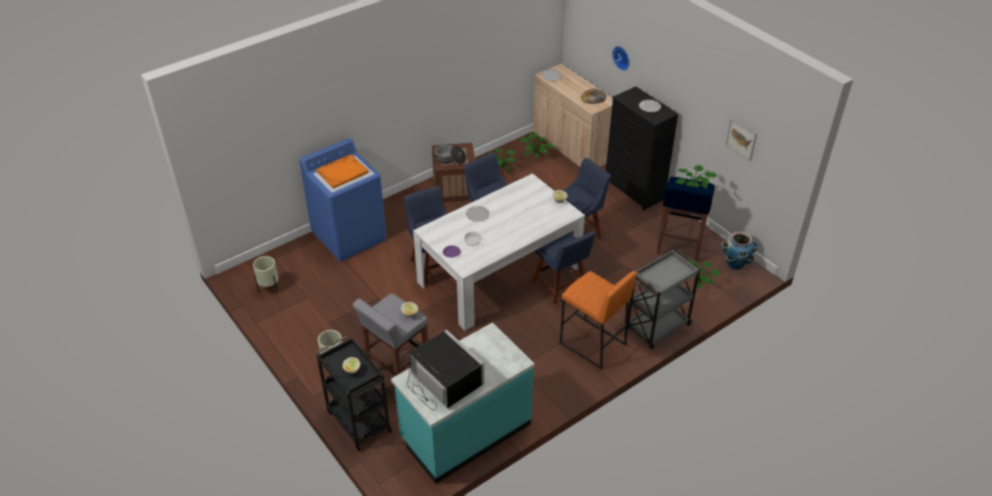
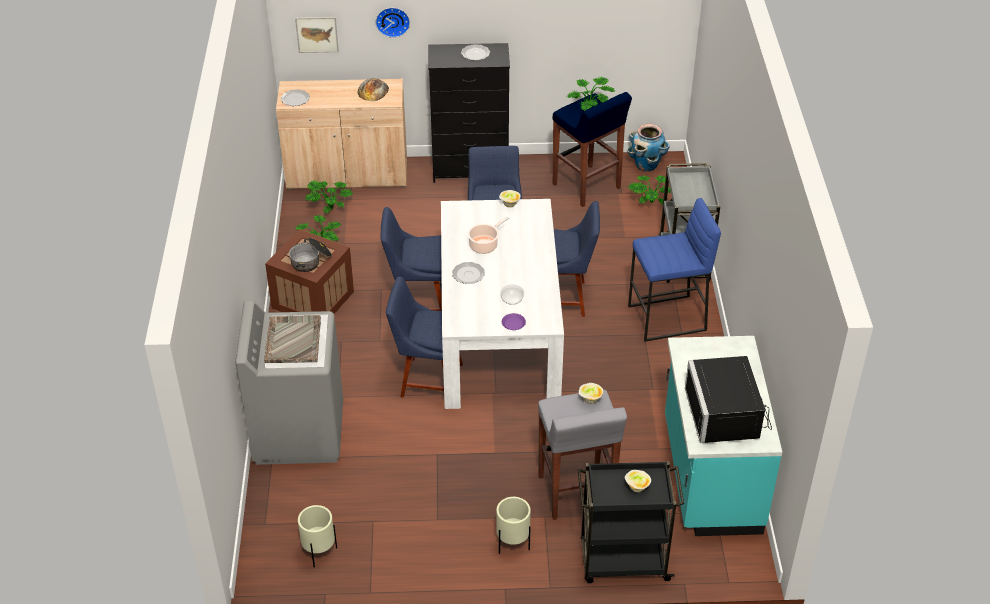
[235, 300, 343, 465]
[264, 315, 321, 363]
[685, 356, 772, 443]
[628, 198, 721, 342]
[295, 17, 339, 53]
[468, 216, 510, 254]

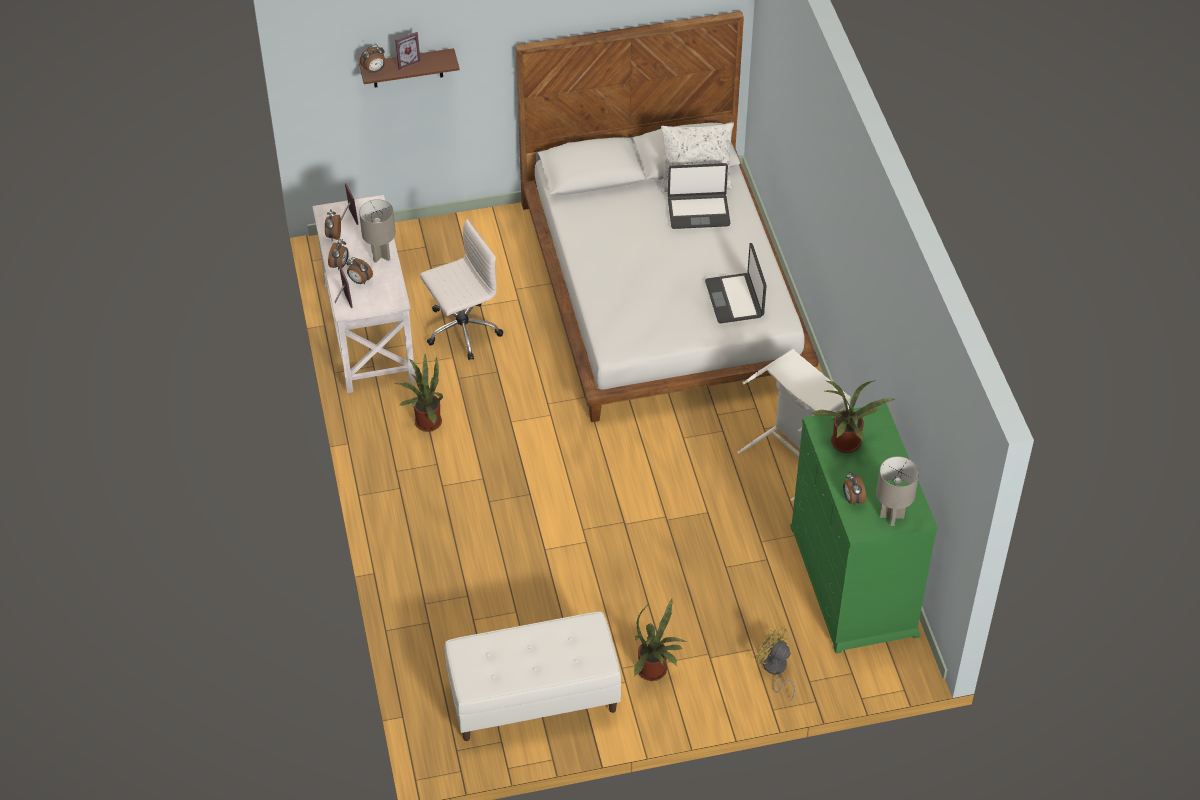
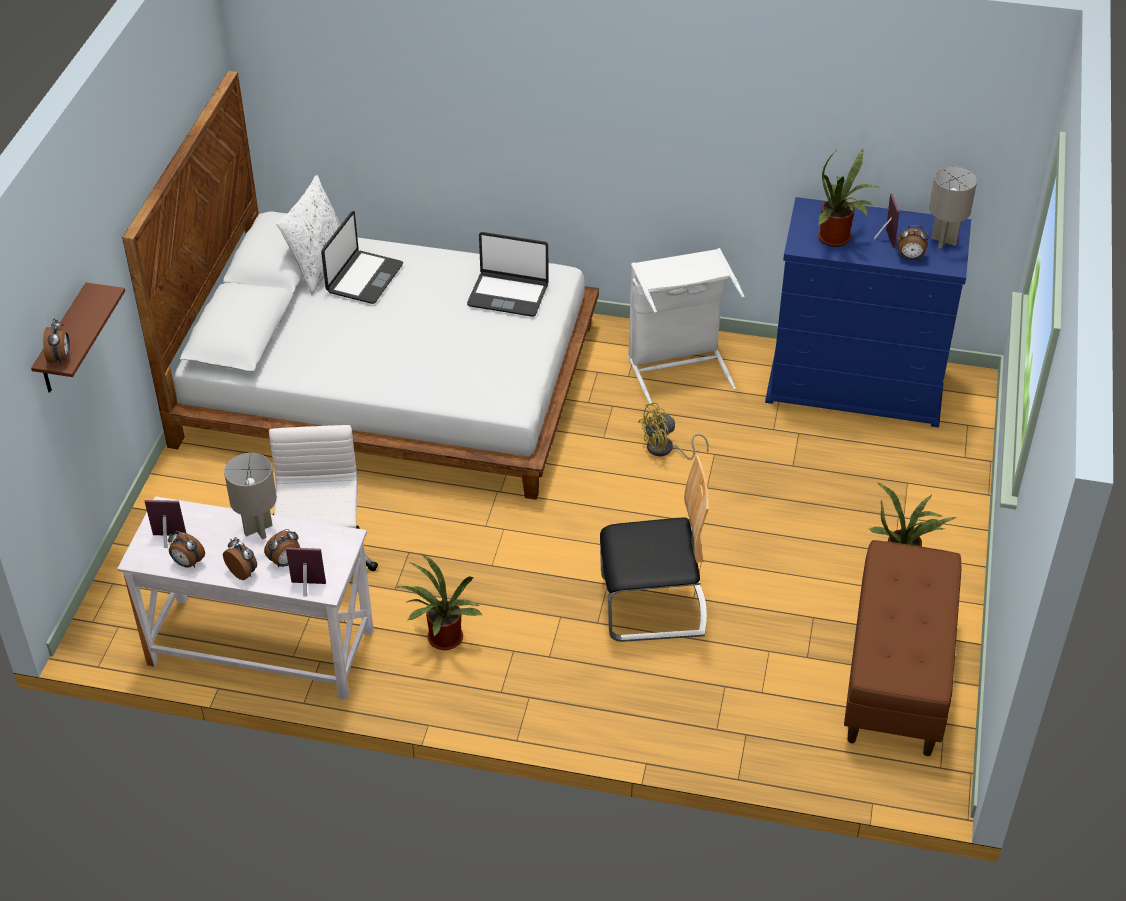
[874, 194, 899, 248]
[844, 540, 962, 756]
[638, 402, 709, 459]
[765, 197, 971, 428]
[600, 455, 709, 642]

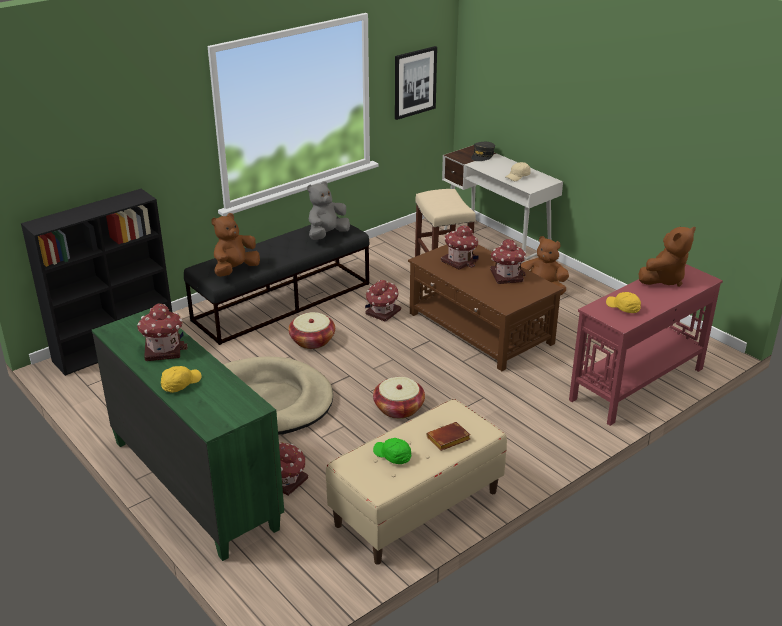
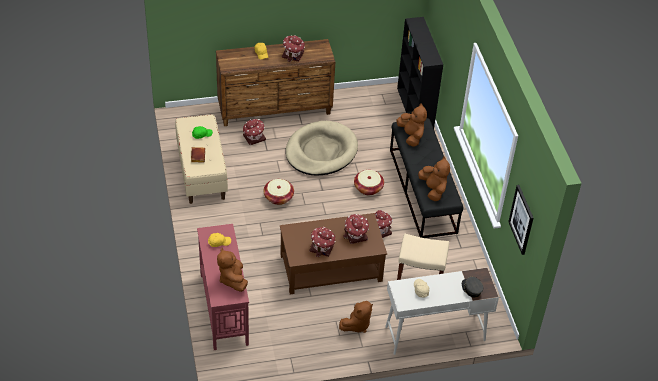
[216, 39, 335, 126]
[418, 157, 450, 201]

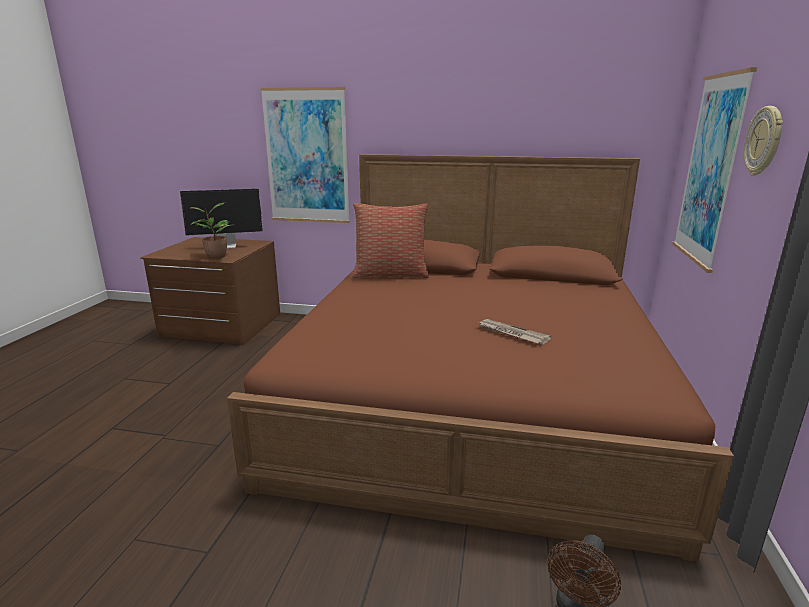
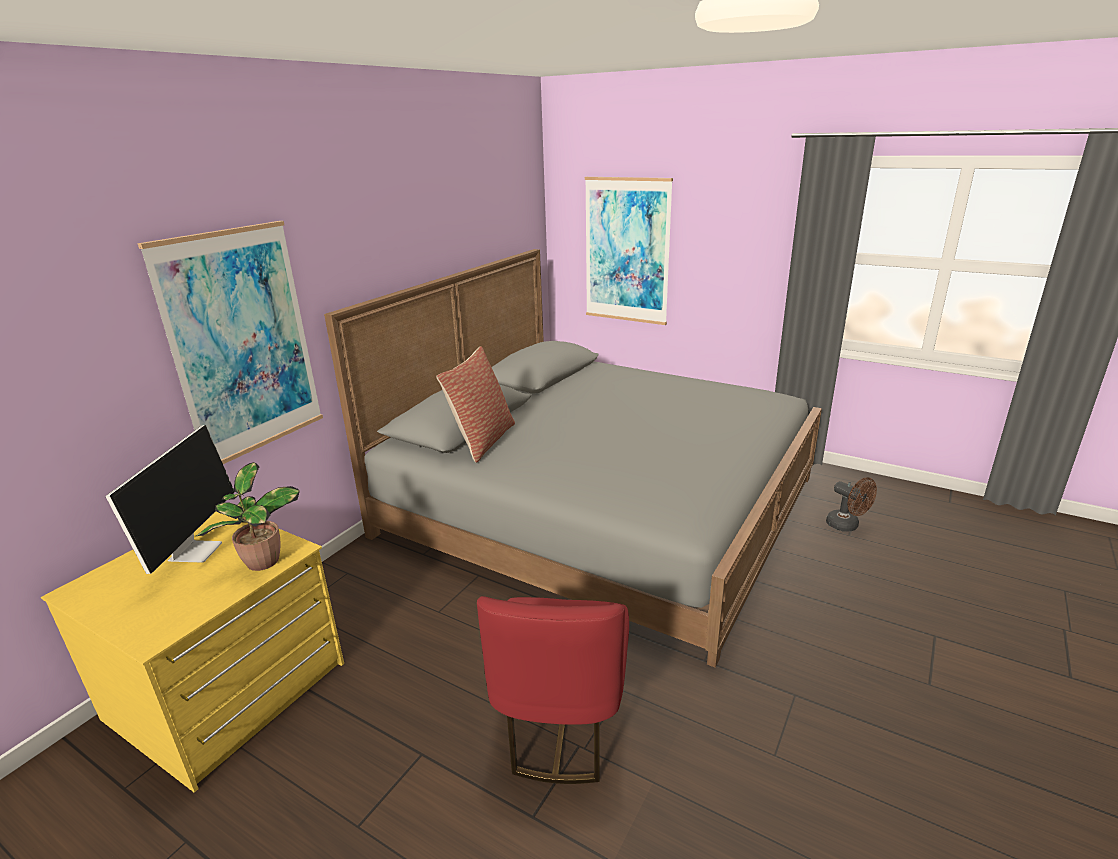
[41, 511, 344, 792]
[324, 249, 822, 668]
[479, 319, 551, 344] (first image)
[744, 106, 783, 176] (first image)
[477, 596, 629, 784]

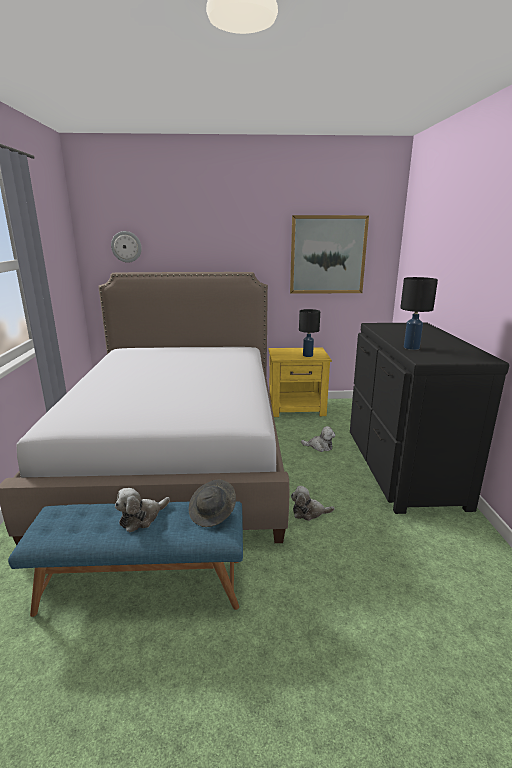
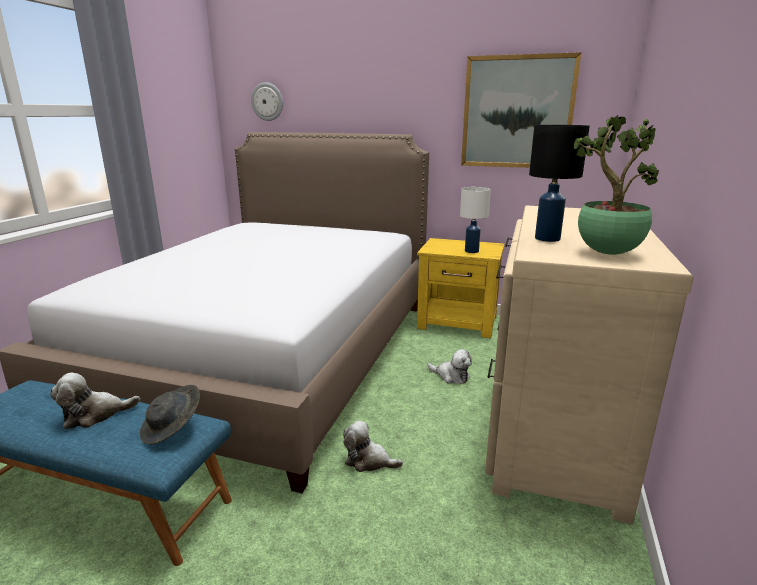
[460, 187, 491, 253]
[485, 205, 694, 524]
[574, 115, 659, 255]

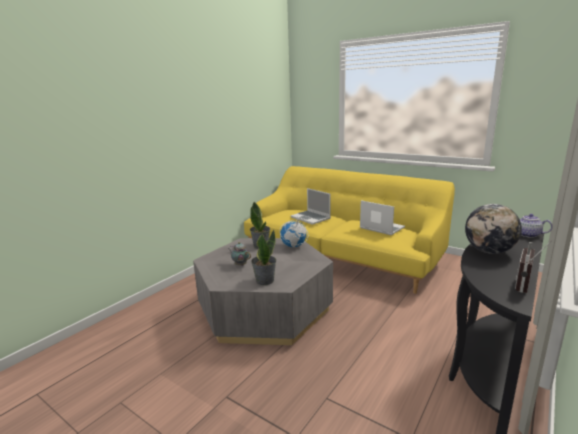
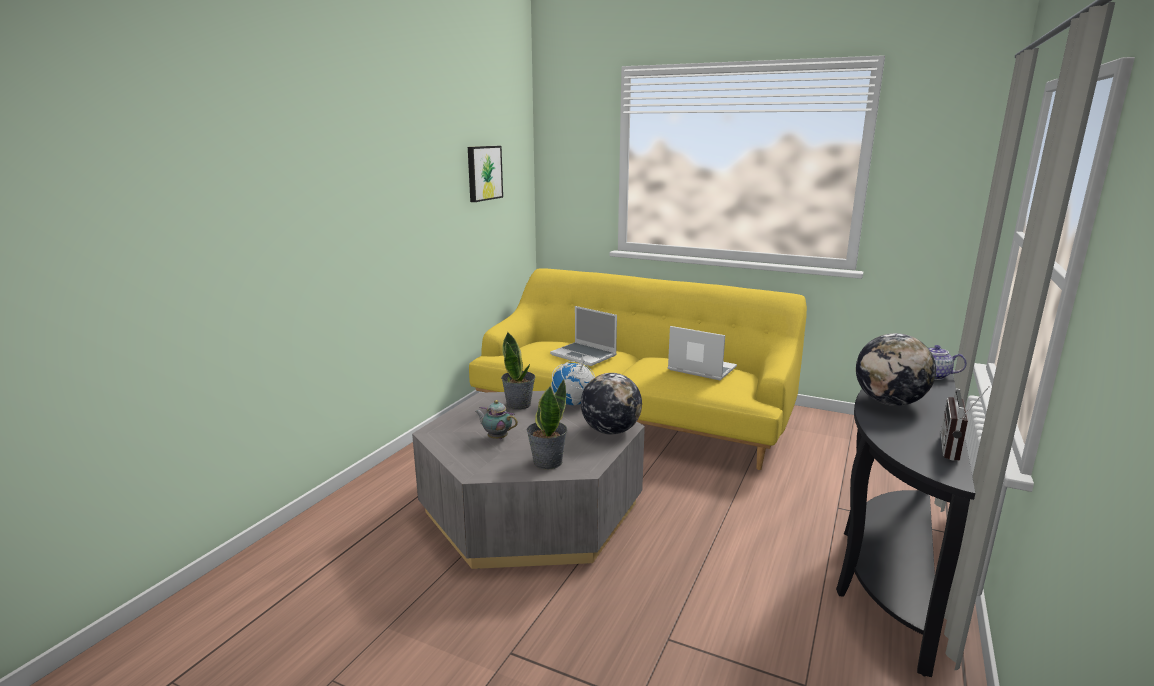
[468, 146, 503, 202]
[581, 373, 642, 435]

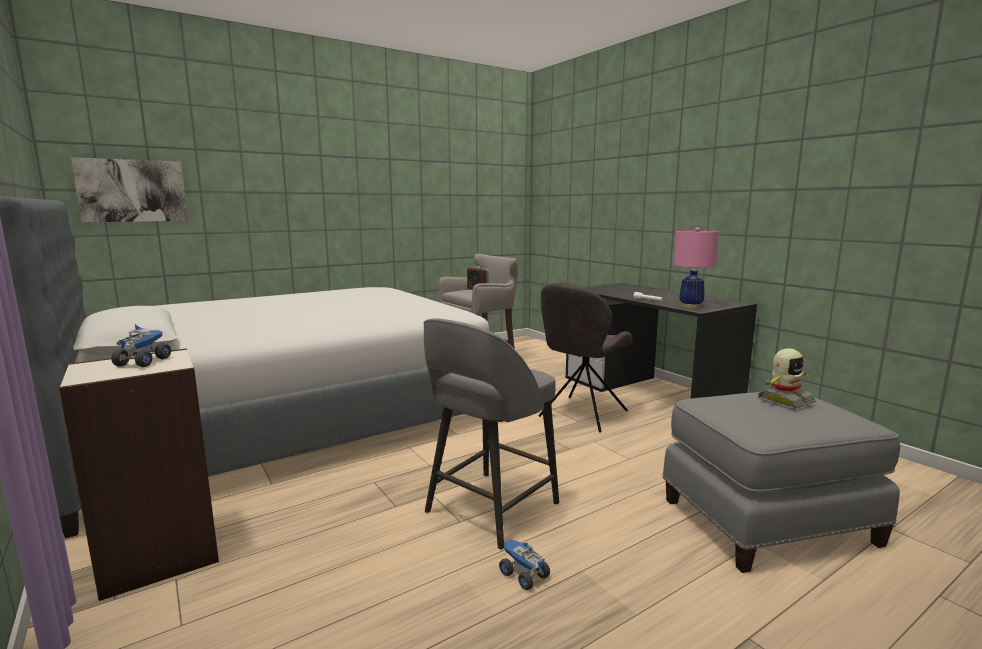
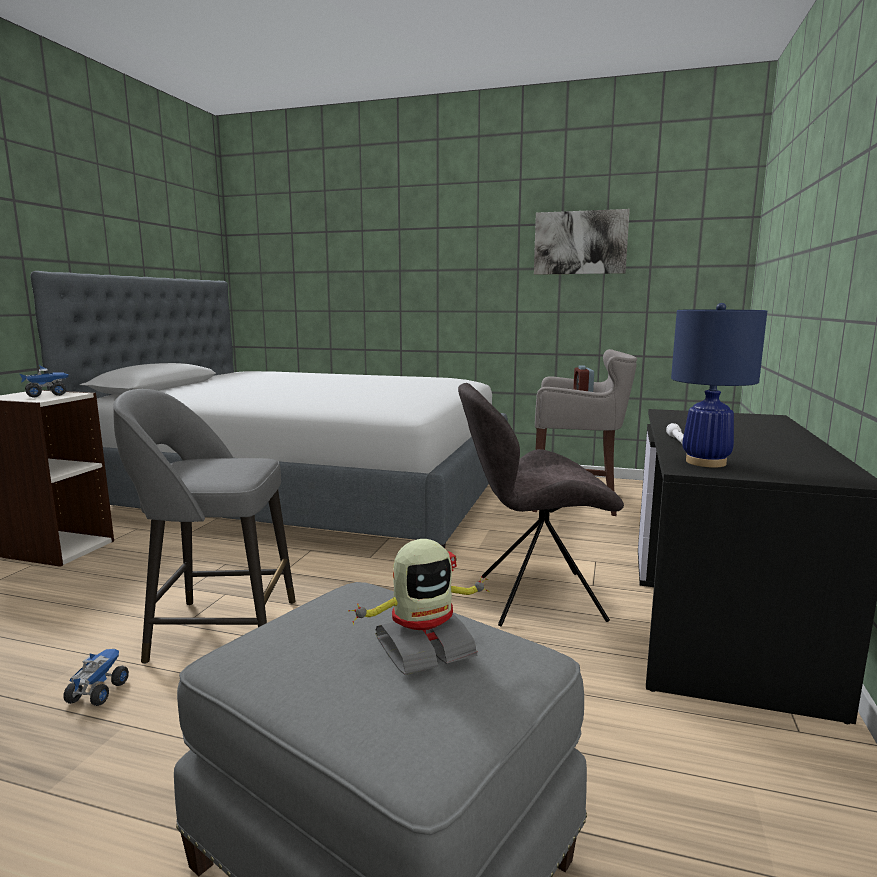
[534, 209, 630, 275]
[671, 303, 767, 467]
[348, 539, 490, 675]

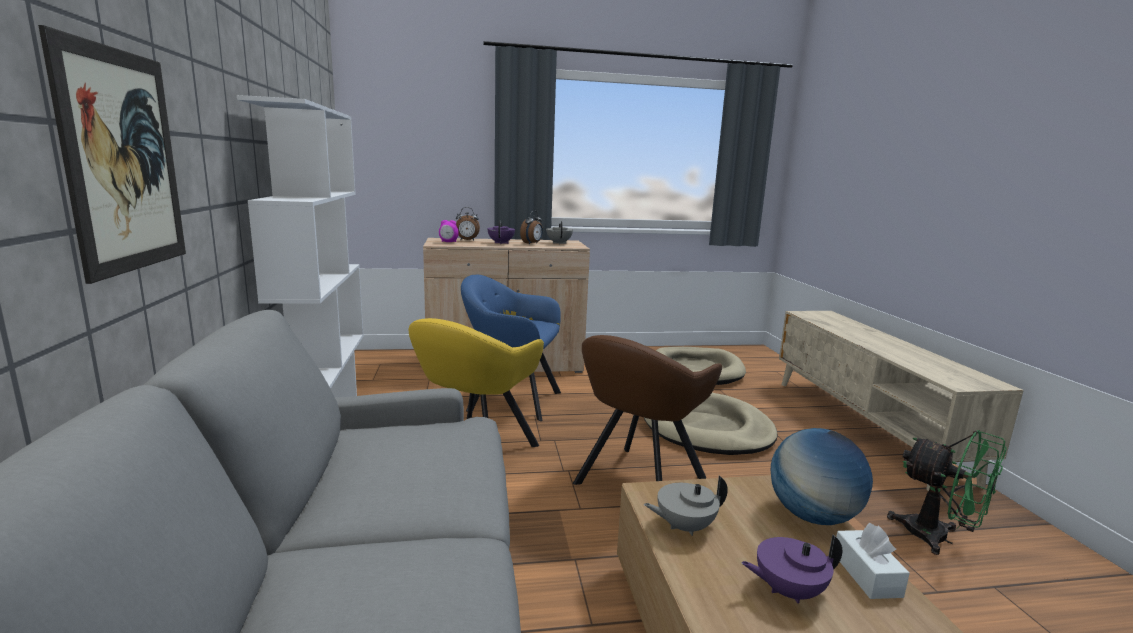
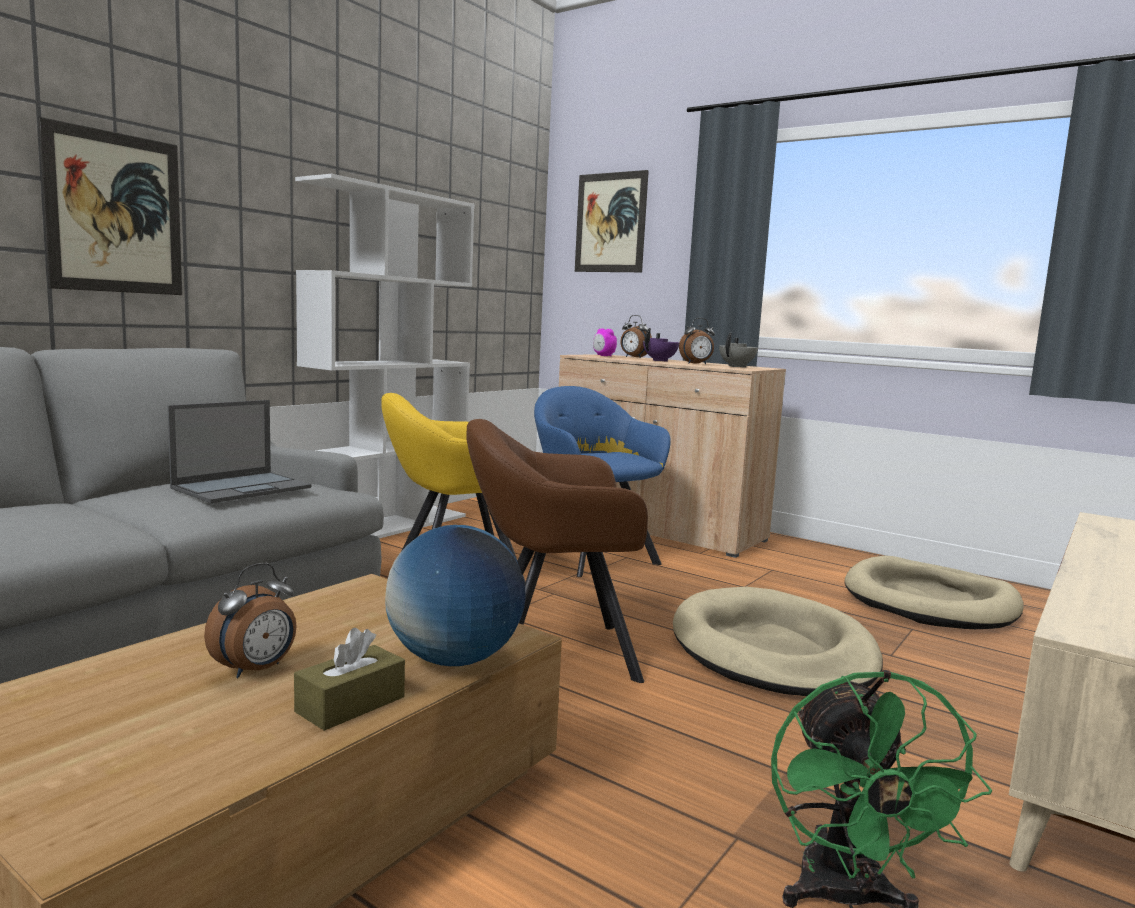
[644, 476, 728, 536] (first image)
[204, 563, 297, 678]
[294, 628, 405, 731]
[167, 400, 311, 503]
[575, 170, 649, 272]

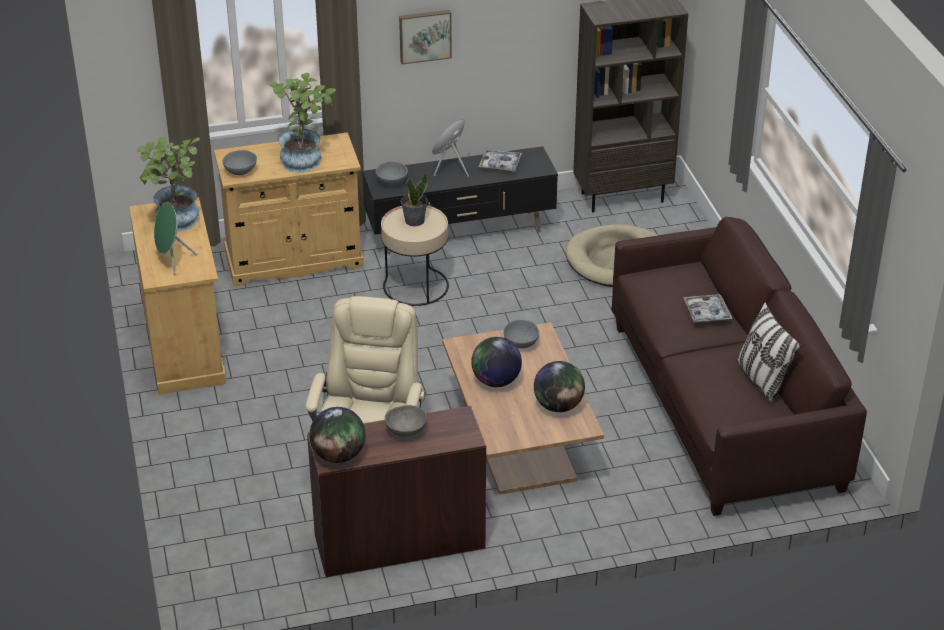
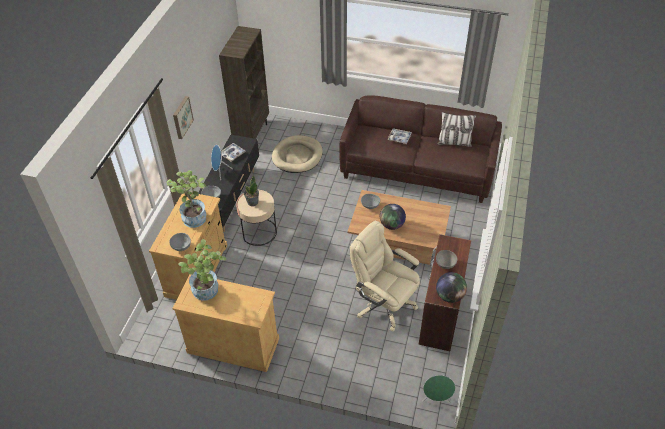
[423, 375, 455, 403]
[534, 361, 585, 412] (first image)

